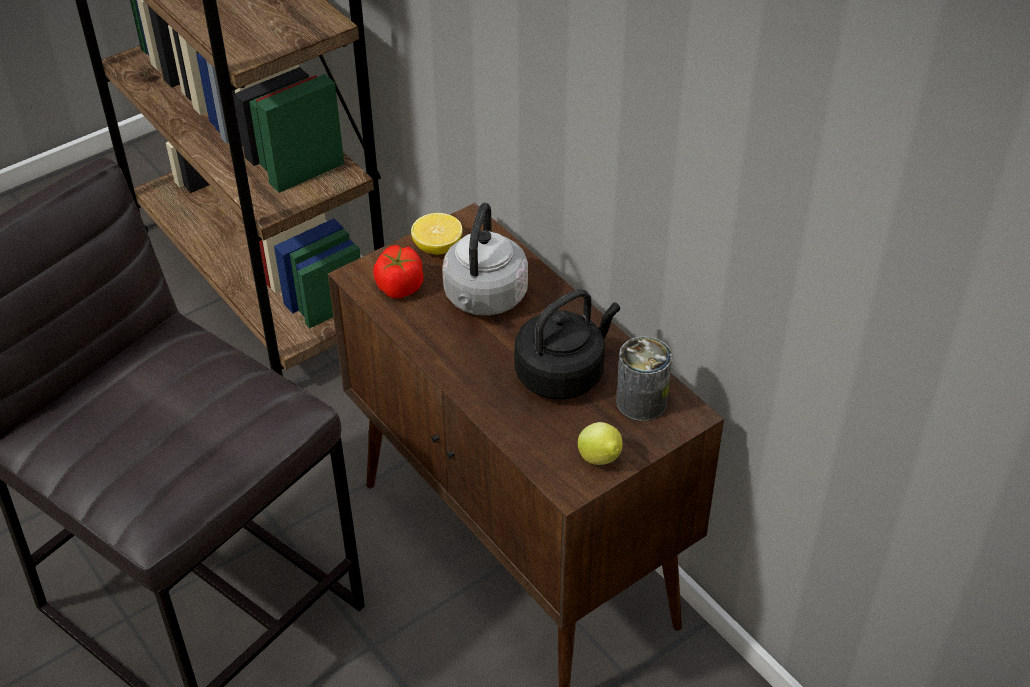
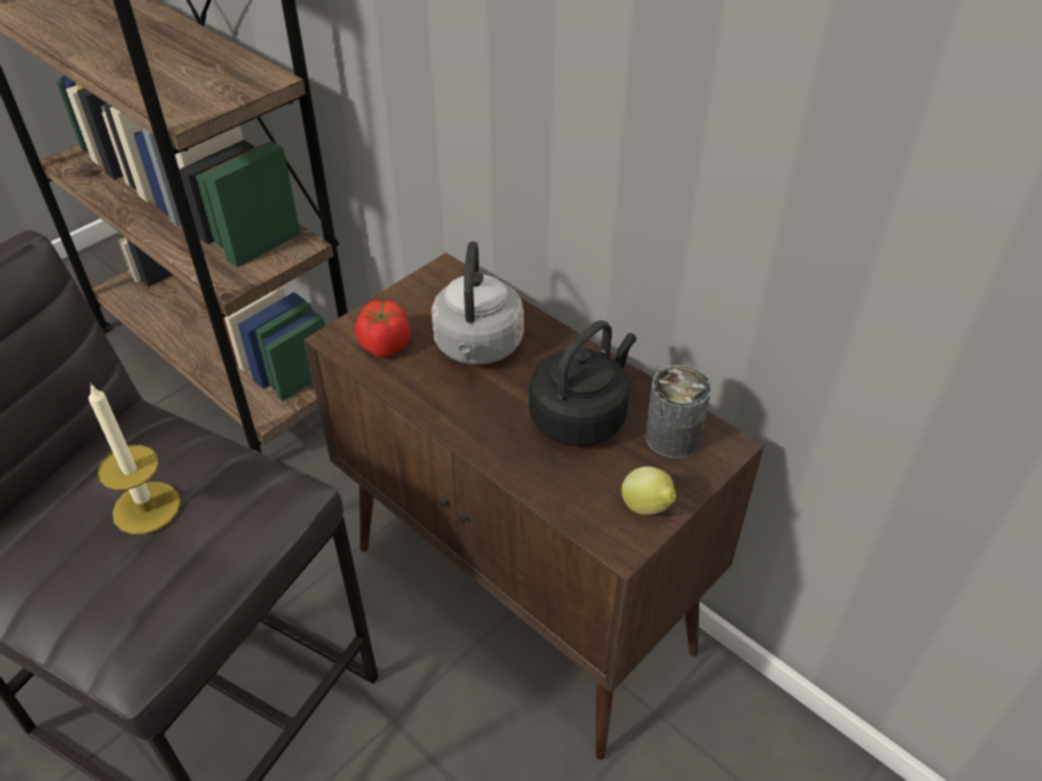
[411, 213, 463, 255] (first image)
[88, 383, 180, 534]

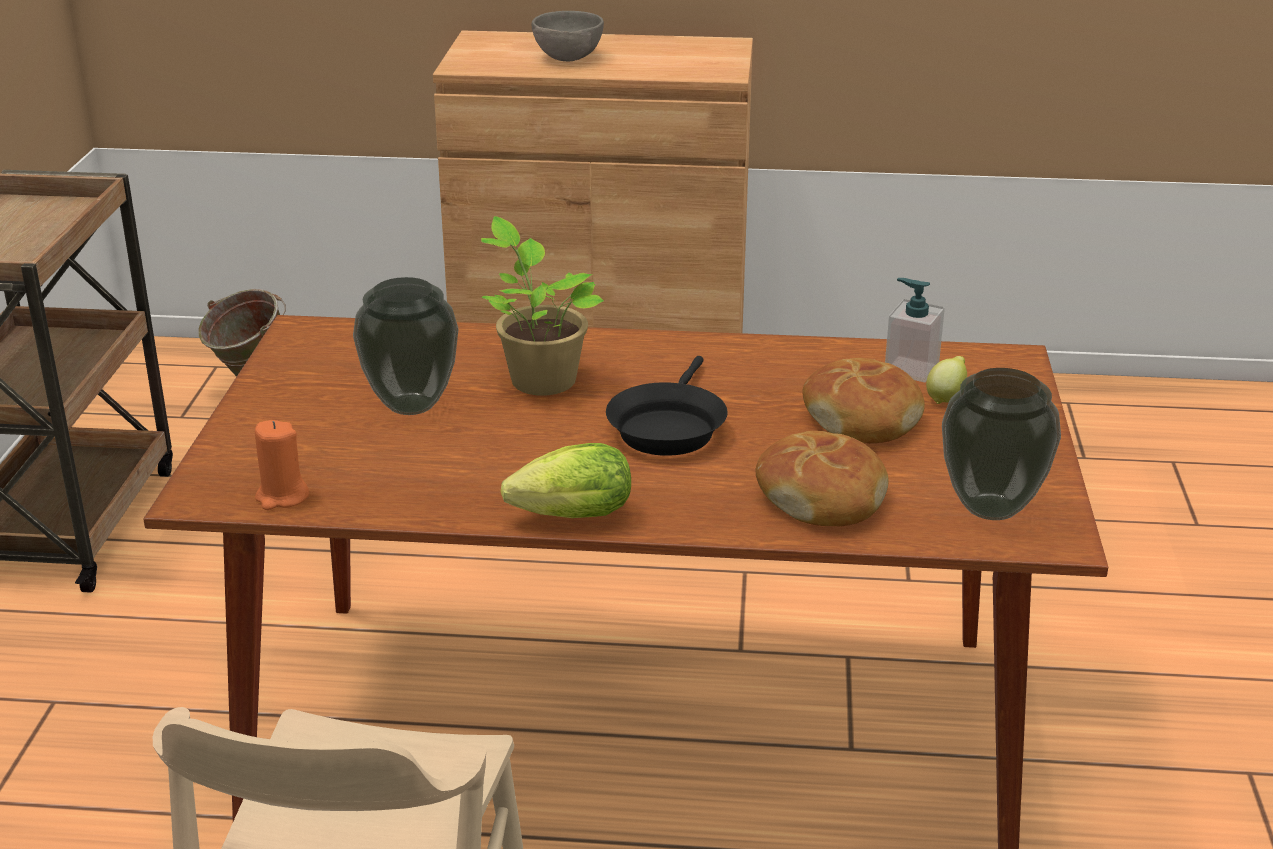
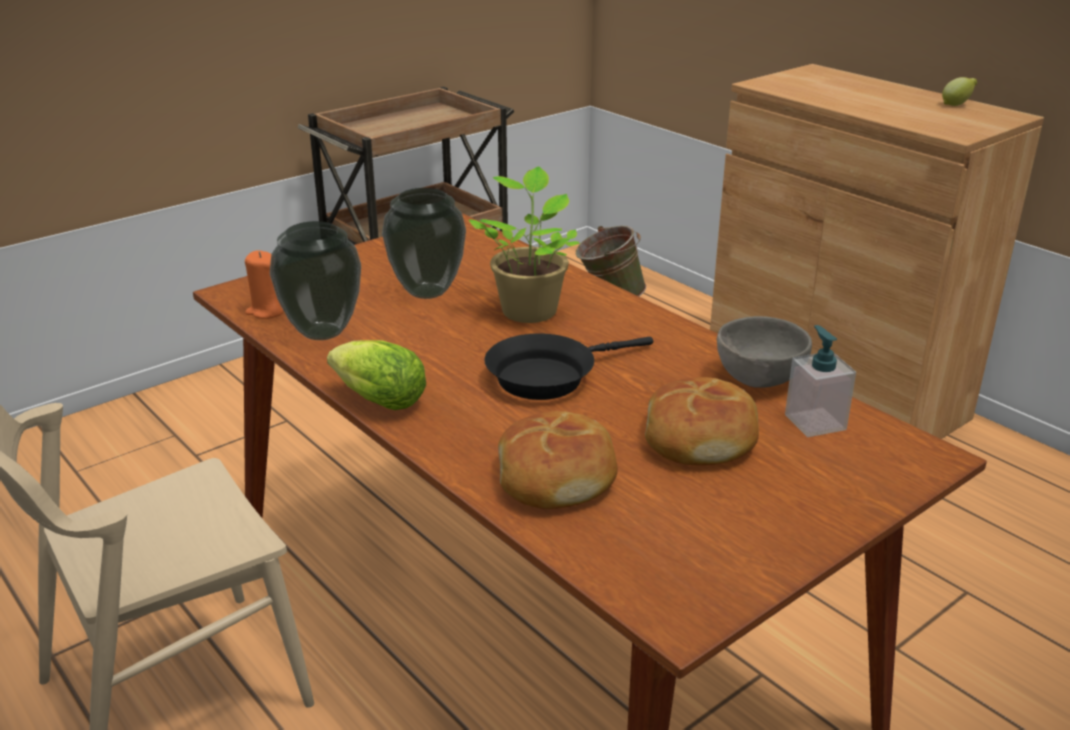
[717, 316, 812, 388]
[942, 77, 977, 106]
[270, 221, 361, 340]

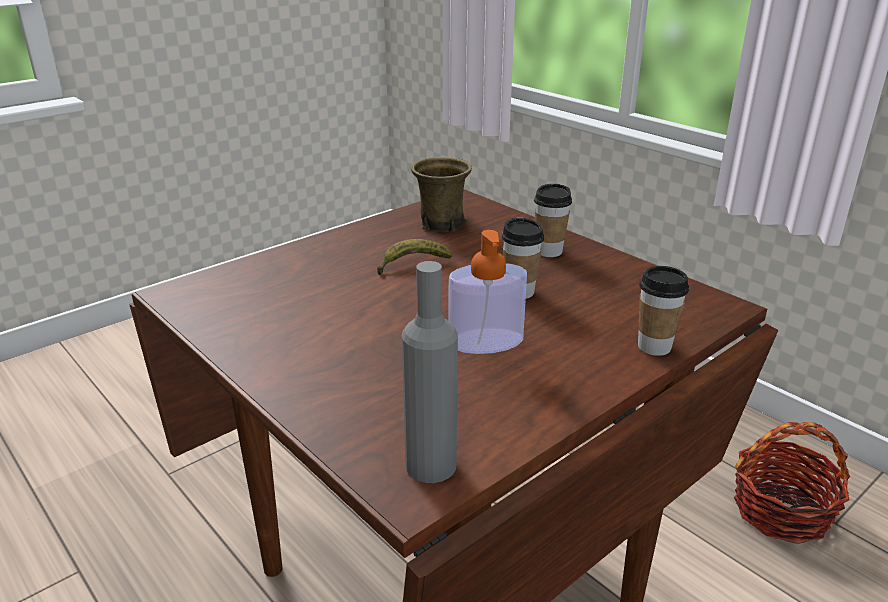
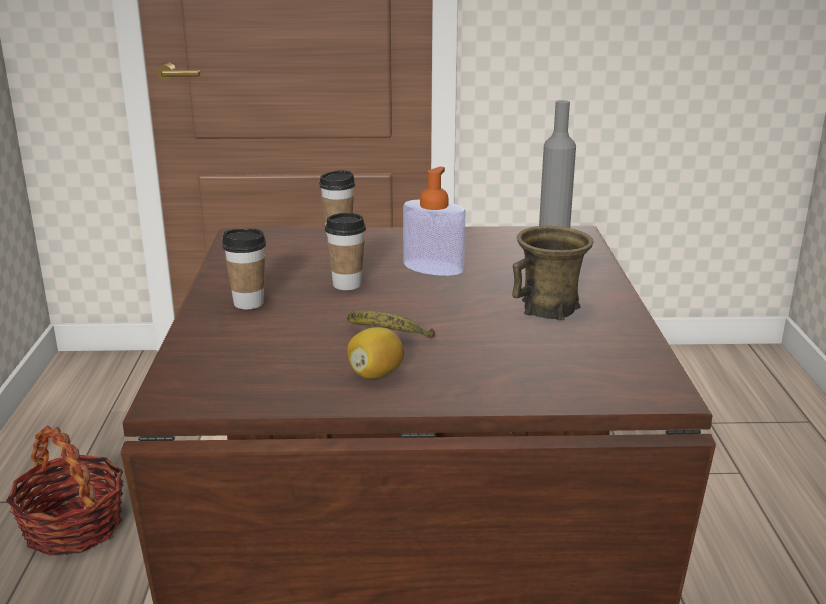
[512, 226, 593, 320]
[347, 327, 404, 379]

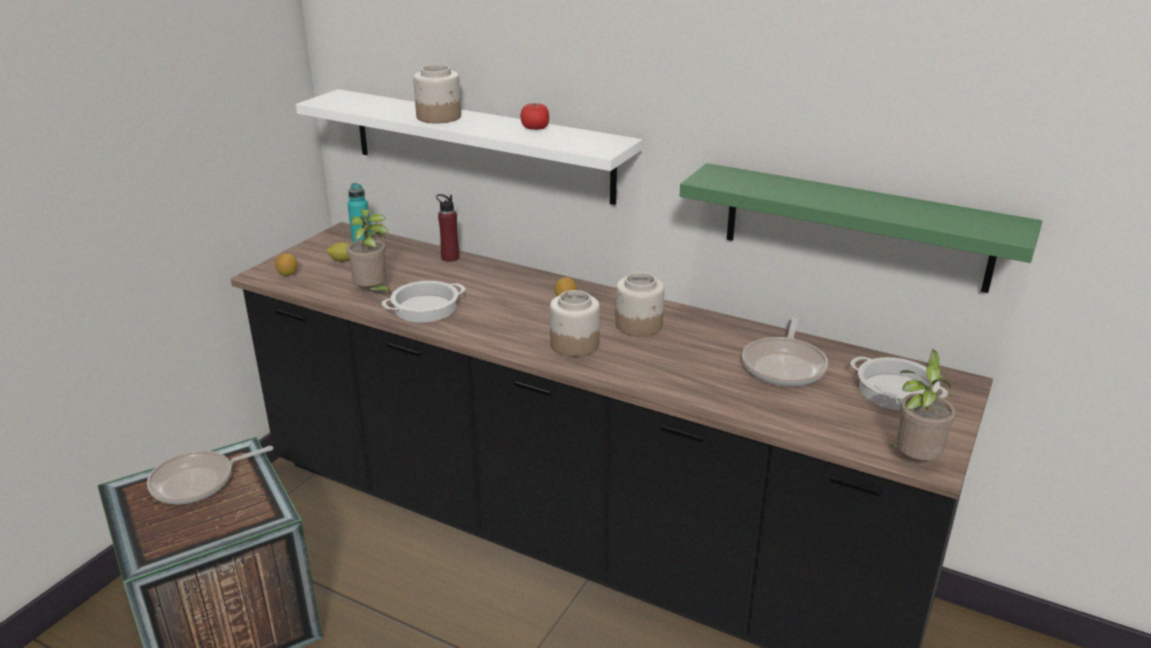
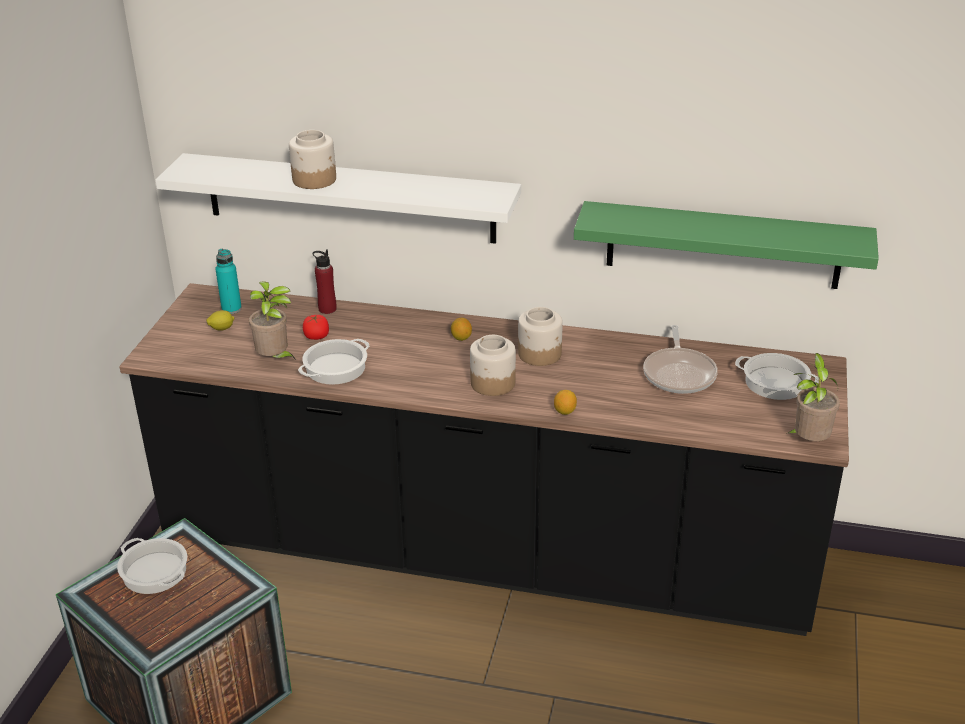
[117, 538, 187, 594]
[554, 390, 577, 415]
[303, 315, 329, 340]

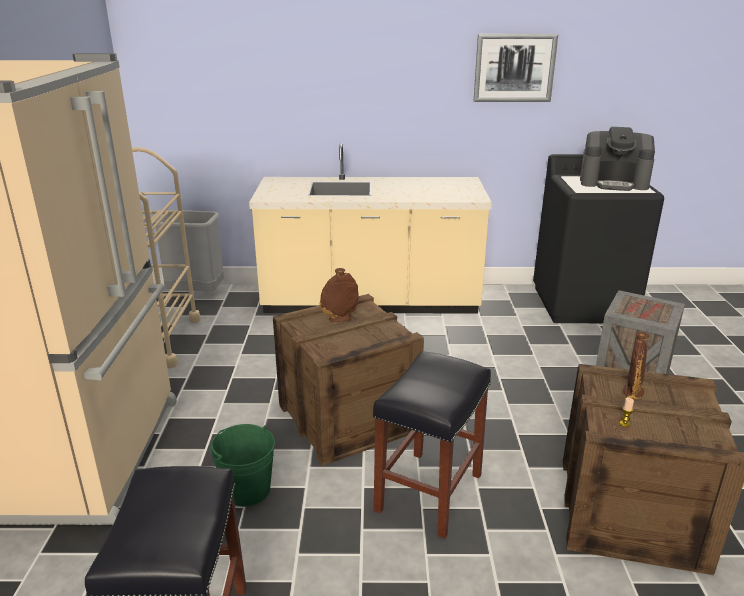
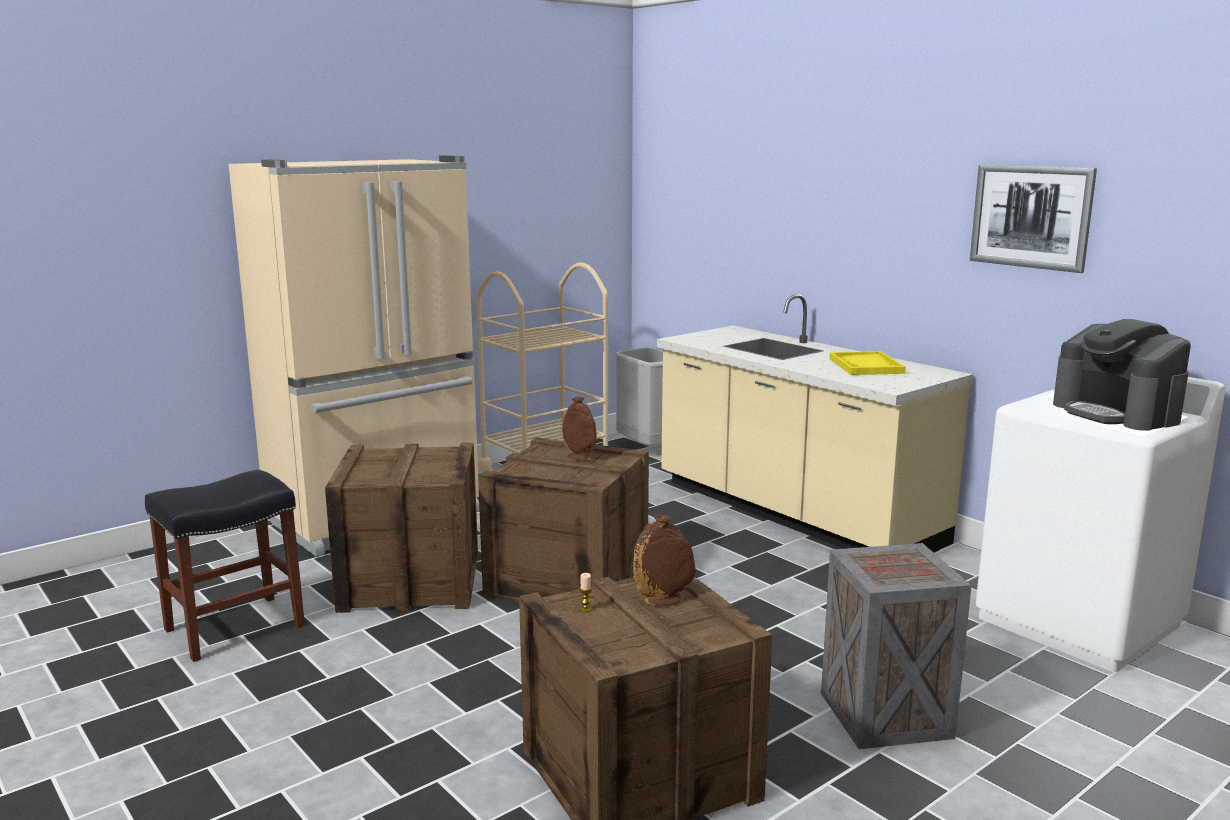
[325, 443, 478, 613]
[373, 351, 491, 539] (first image)
[976, 377, 1226, 672]
[829, 351, 906, 375]

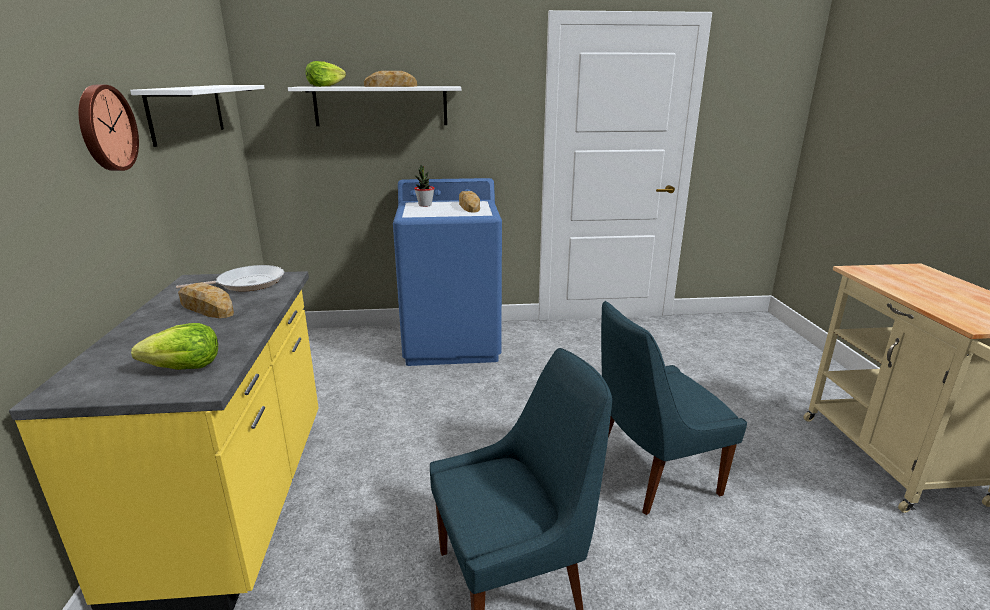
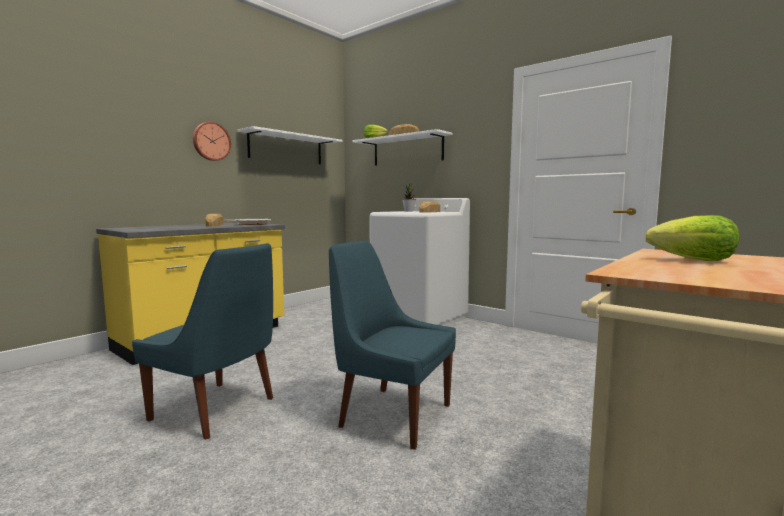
[645, 215, 739, 261]
[369, 198, 470, 326]

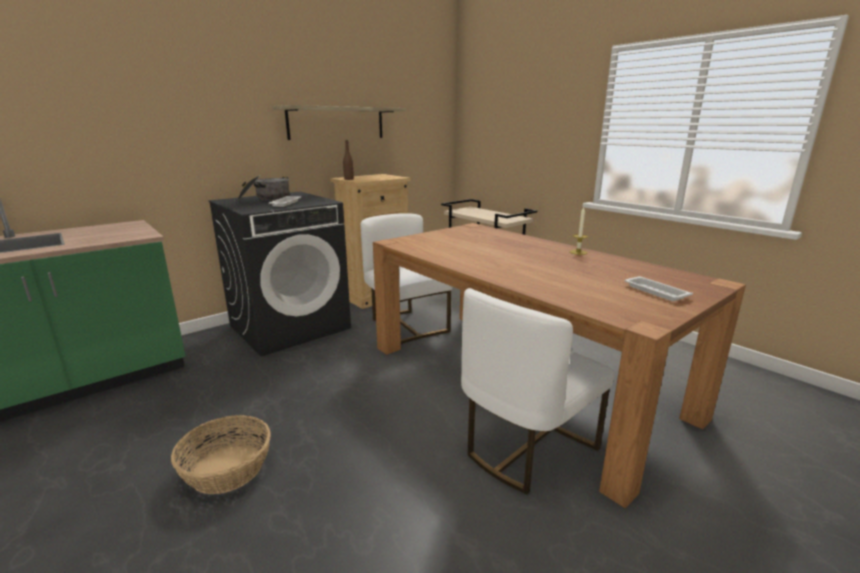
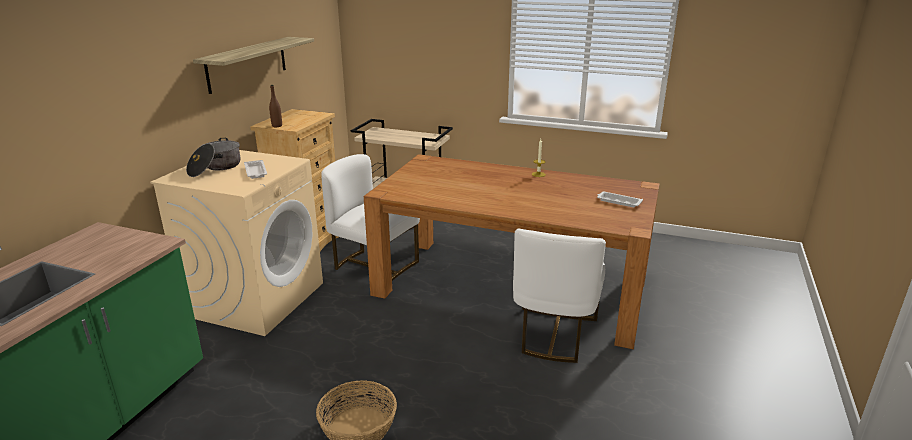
[150, 150, 323, 336]

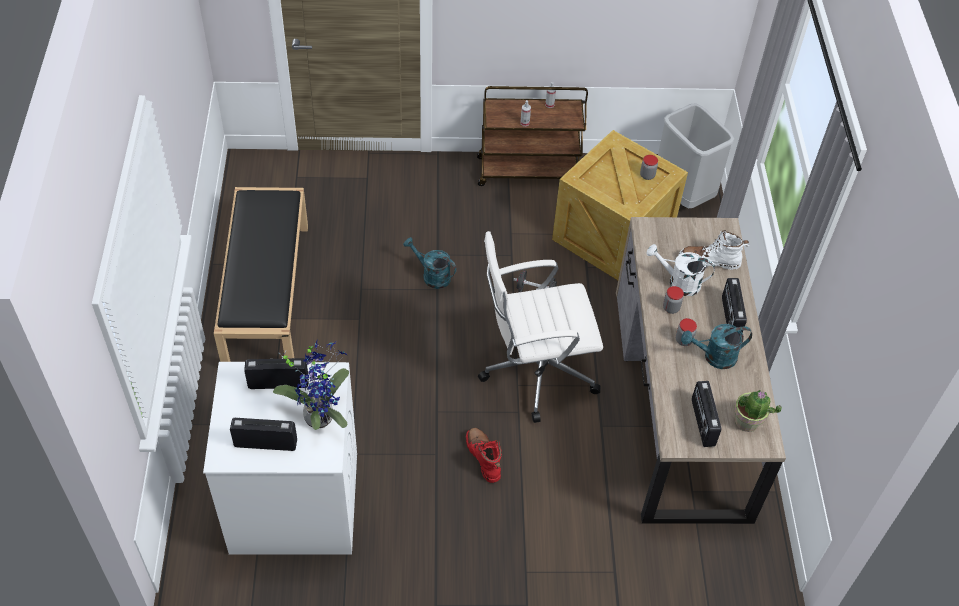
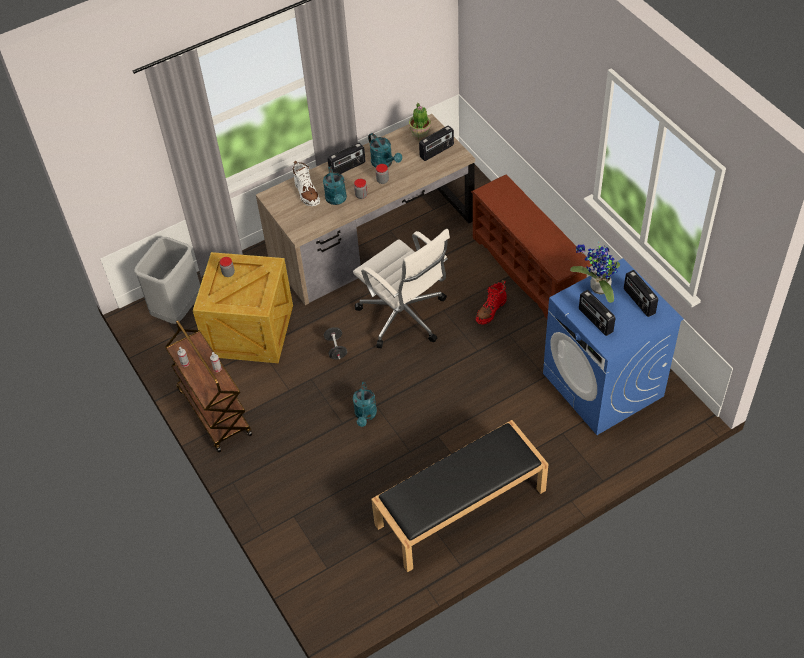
[543, 258, 684, 435]
[323, 166, 347, 205]
[471, 174, 592, 319]

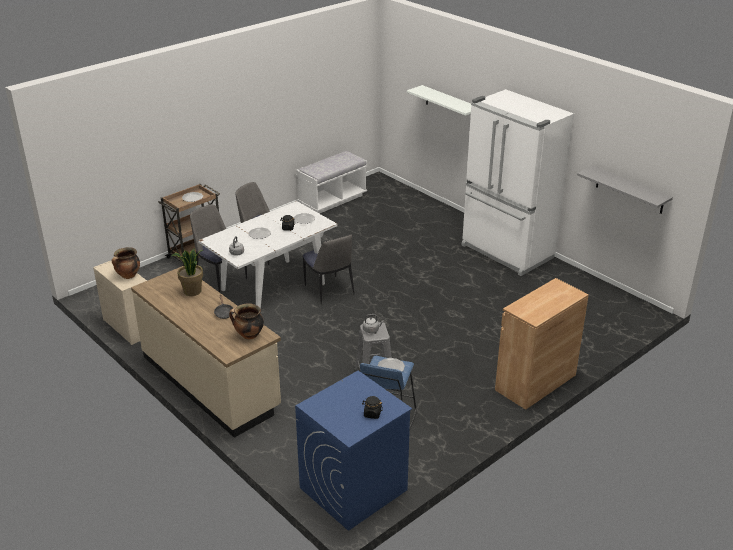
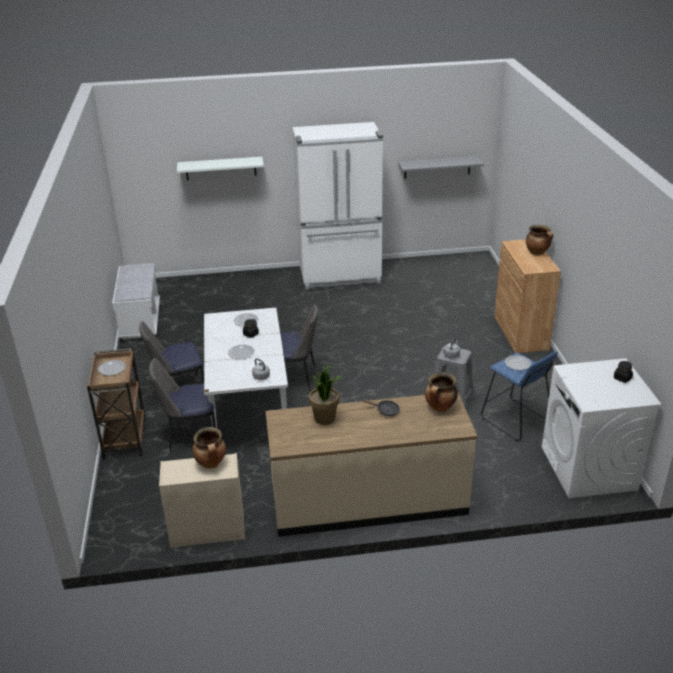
[542, 358, 662, 498]
[526, 225, 553, 255]

